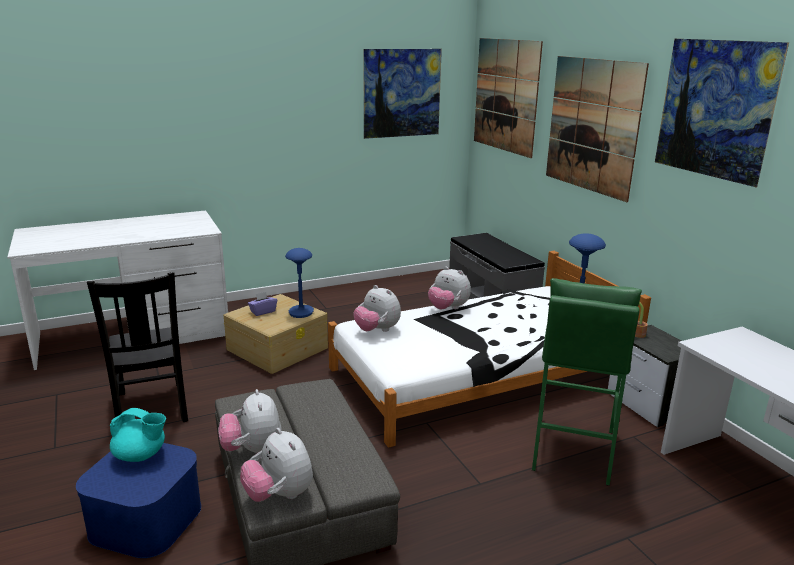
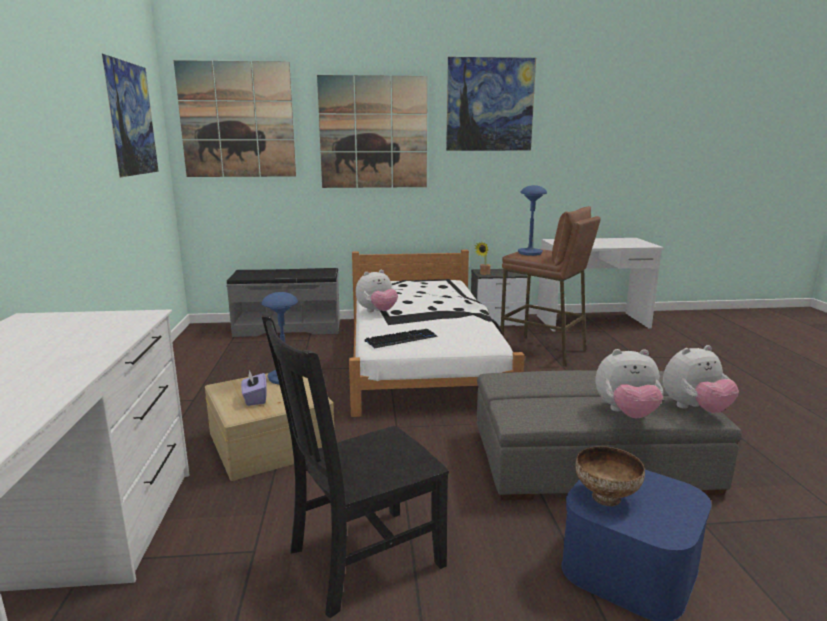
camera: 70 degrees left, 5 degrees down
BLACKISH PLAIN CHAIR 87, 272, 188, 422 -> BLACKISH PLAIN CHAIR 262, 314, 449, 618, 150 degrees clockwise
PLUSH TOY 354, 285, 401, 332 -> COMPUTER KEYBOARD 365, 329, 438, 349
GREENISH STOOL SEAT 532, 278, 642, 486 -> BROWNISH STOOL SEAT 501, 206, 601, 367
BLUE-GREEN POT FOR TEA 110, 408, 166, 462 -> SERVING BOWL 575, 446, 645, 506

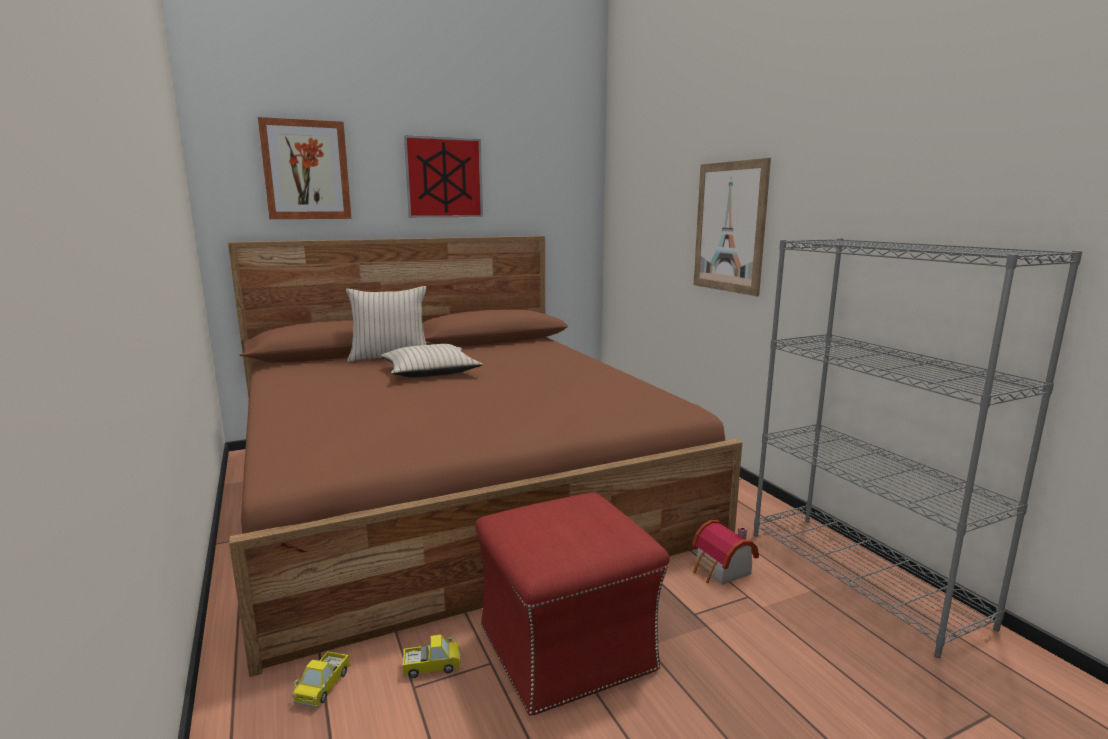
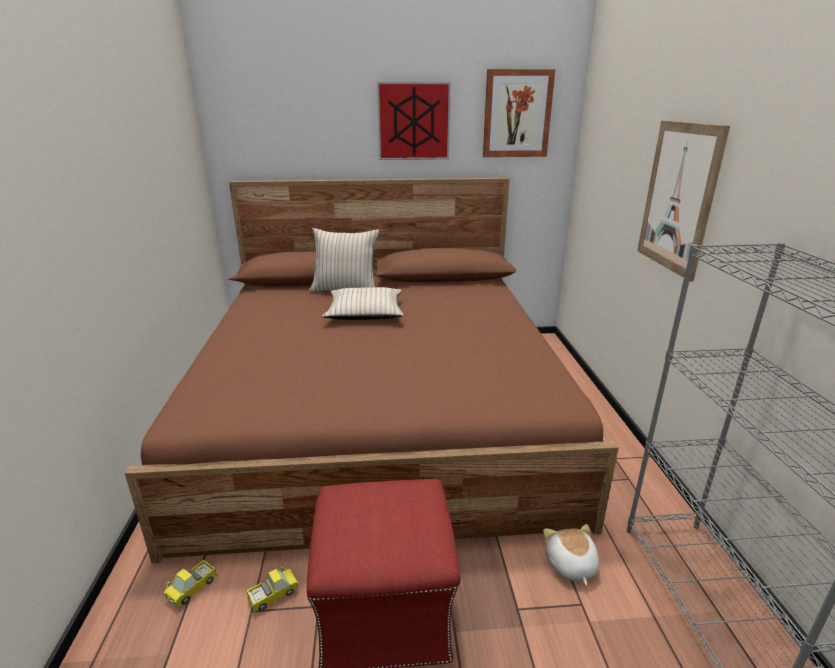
camera: 20 degrees right, 10 degrees up
TOY TRUCK 402, 635, 460, 678 -> TOY TRUCK 246, 567, 299, 612, 45 degrees counterclockwise
WALL ART 258, 117, 351, 219 -> WALL ART 483, 69, 555, 157, move
TOY HOUSE 692, 520, 759, 585 -> PLUSH TOY 543, 524, 599, 586

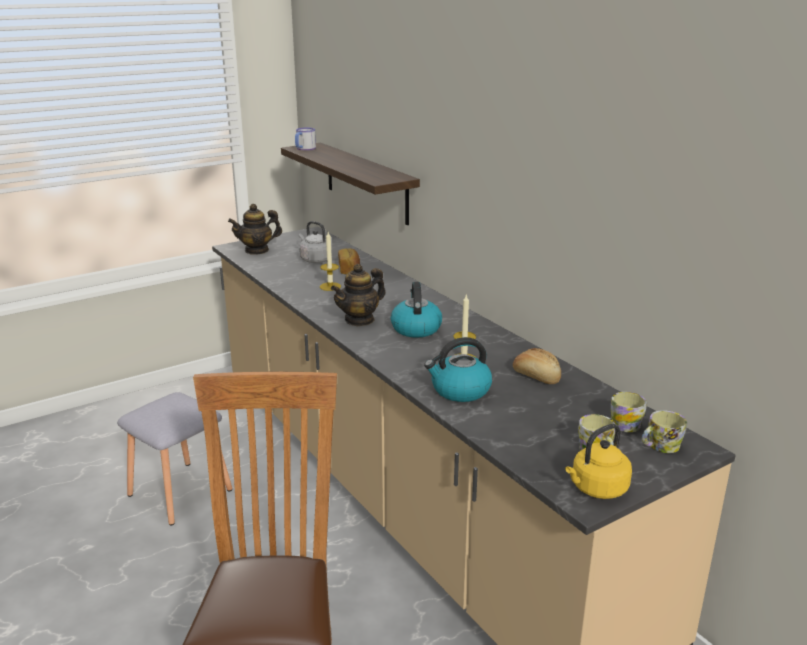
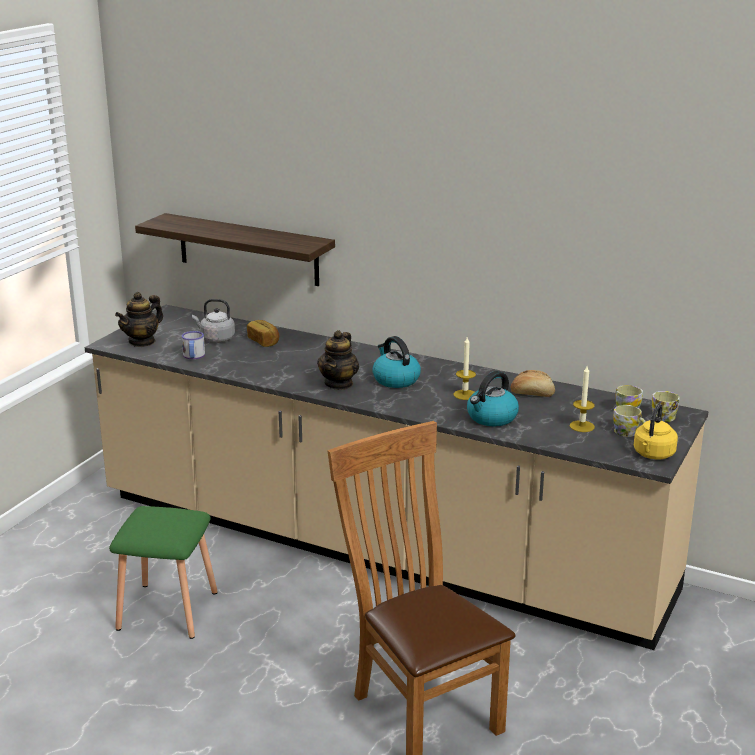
camera: 30 degrees left, 0 degrees up
GREY STOOL SEAT 117, 392, 232, 526 -> GREENISH STOOL SEAT 109, 506, 218, 639
TEA MUG 295, 128, 316, 150 -> TEA MUG 182, 331, 205, 359, move
WAX LIGHT 320, 232, 341, 291 -> WAX LIGHT 570, 366, 595, 432, move

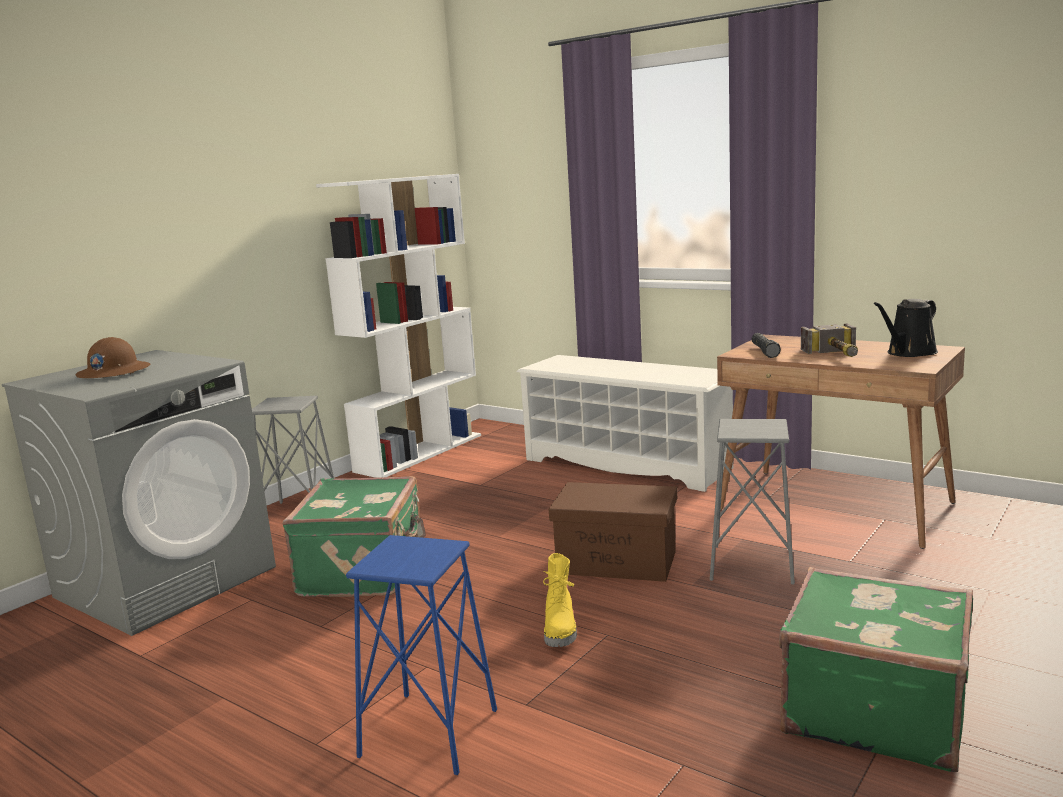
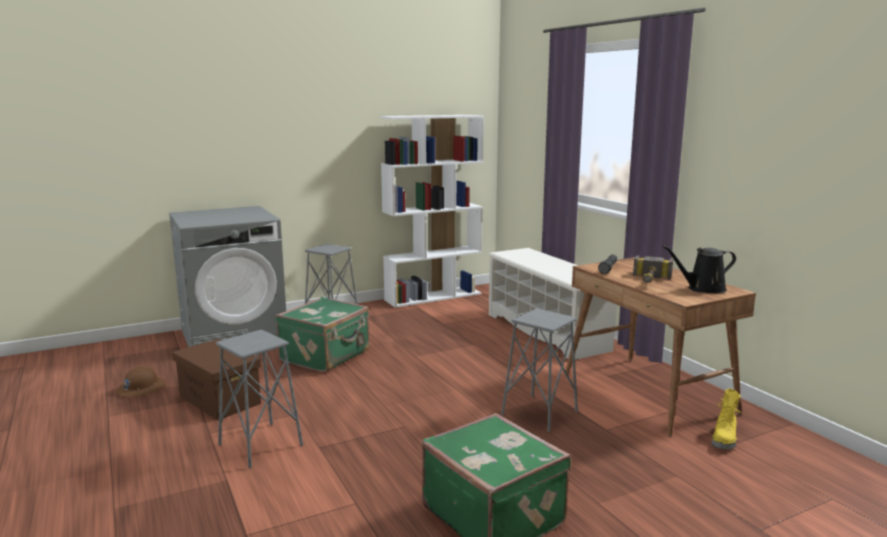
camera: 25 degrees right, 0 degrees up
BROWNISH WORK HELMET 76, 337, 150, 378 -> BROWNISH WORK HELMET 116, 366, 166, 397, move
BROWNISH STORAGE BIN 549, 482, 677, 582 -> BROWNISH STORAGE BIN 172, 339, 261, 420, move
BLUE STOOL SEAT 346, 535, 497, 775 -> GREY STOOL SEAT 216, 329, 303, 468
YELLOW BOOT 543, 553, 577, 647 -> YELLOW BOOT 712, 389, 740, 450, move

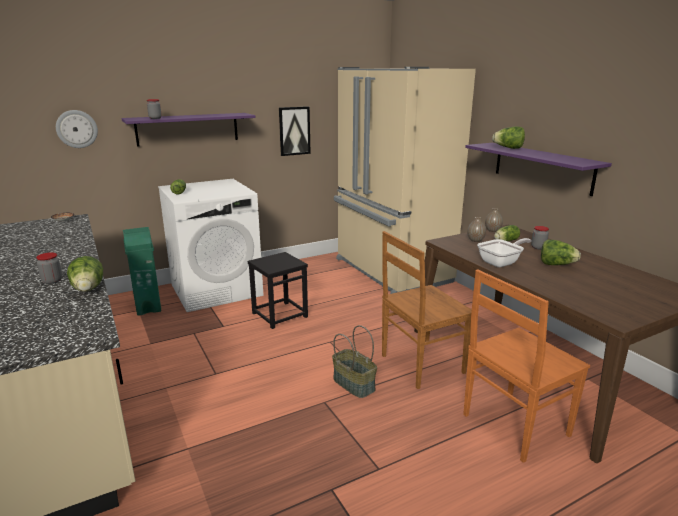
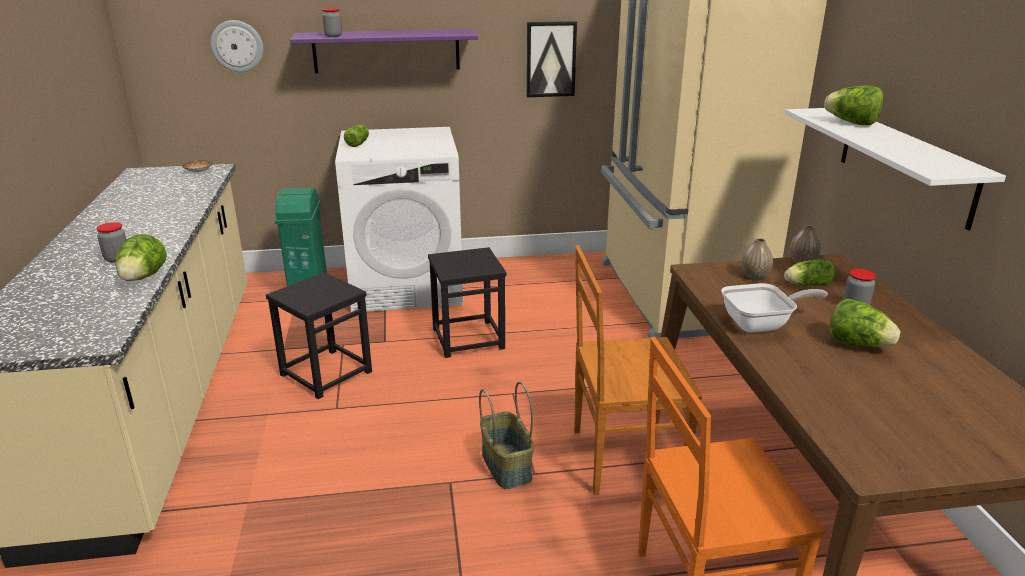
camera: 20 degrees right, 5 degrees up
none -> BLACKISH STOOL SEAT 266, 272, 372, 399
PURPLE-COLOURED SHELF 465, 143, 612, 196 -> WHITISH SHELF 785, 108, 1006, 230

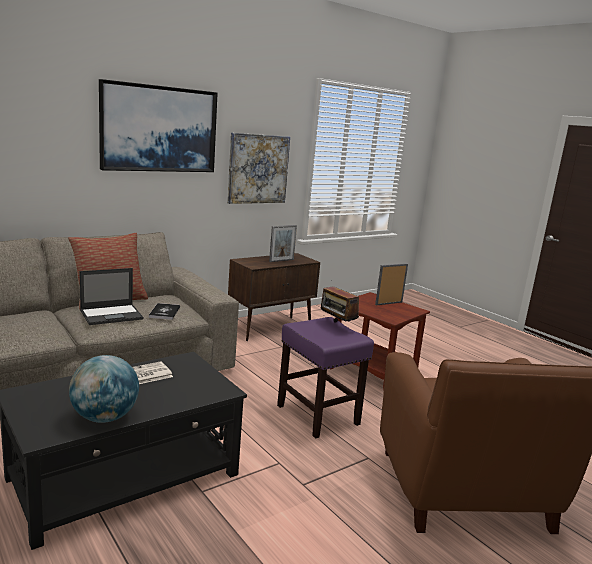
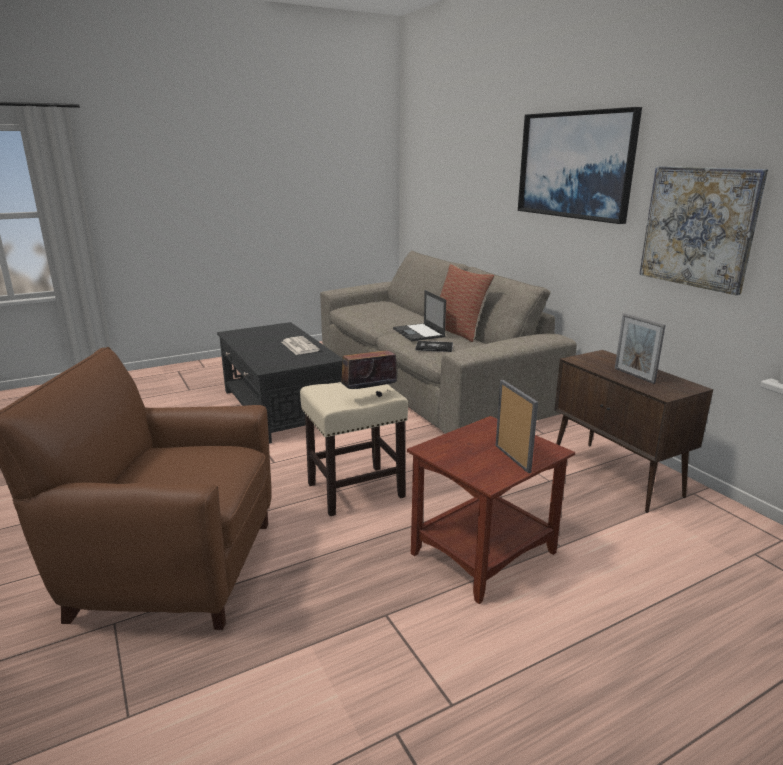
camera: 100 degrees right, 5 degrees up
PURPLE-COLOURED STOOL SEAT 277, 317, 374, 438 -> BEIGE-COLOURED STOOL SEAT 300, 382, 408, 516
DESK GLOBE 69, 355, 139, 423 -> none

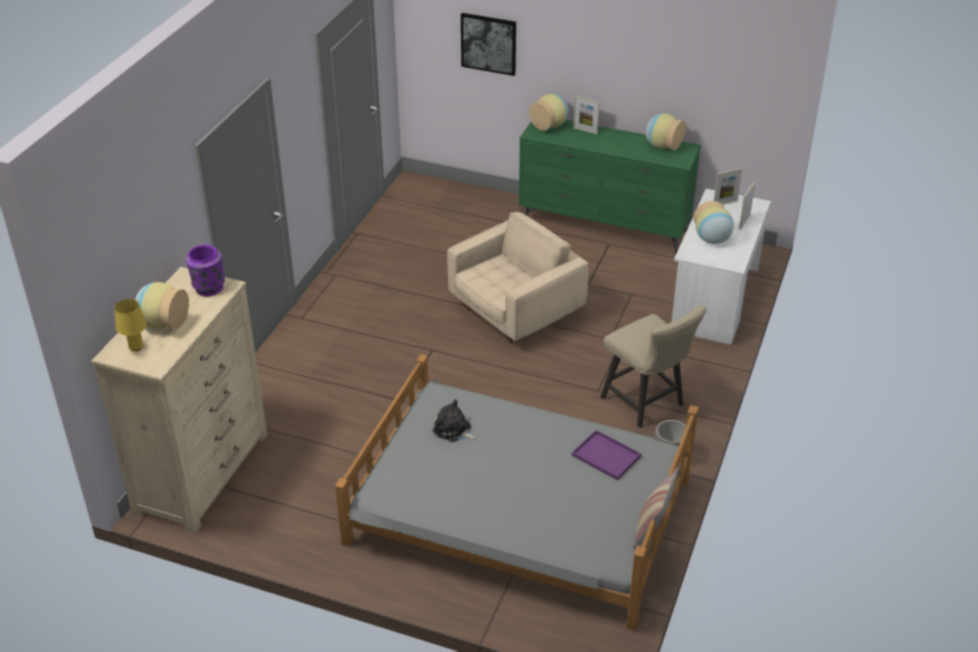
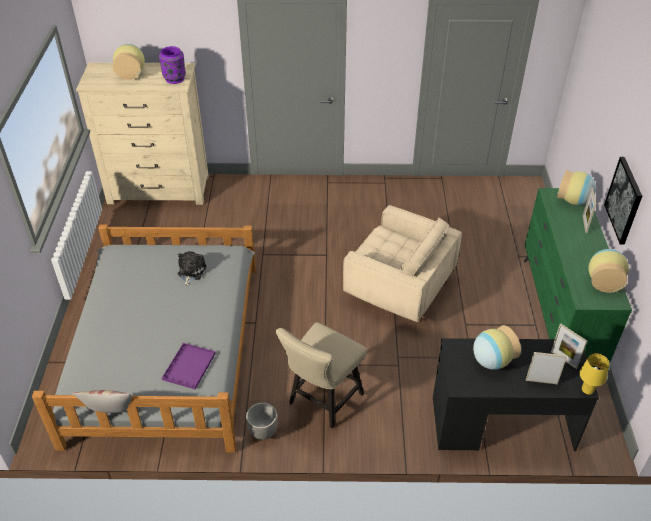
camera: 70 degrees right, 5 degrees up
WHITISH DESK 672, 189, 771, 345 -> BLACKISH DESK 433, 338, 599, 451
YELLOW TABLE LAMP 115, 299, 147, 351 -> YELLOW TABLE LAMP 579, 353, 609, 395, move
WALL ART 461, 13, 516, 76 -> WALL ART 604, 157, 642, 245, move

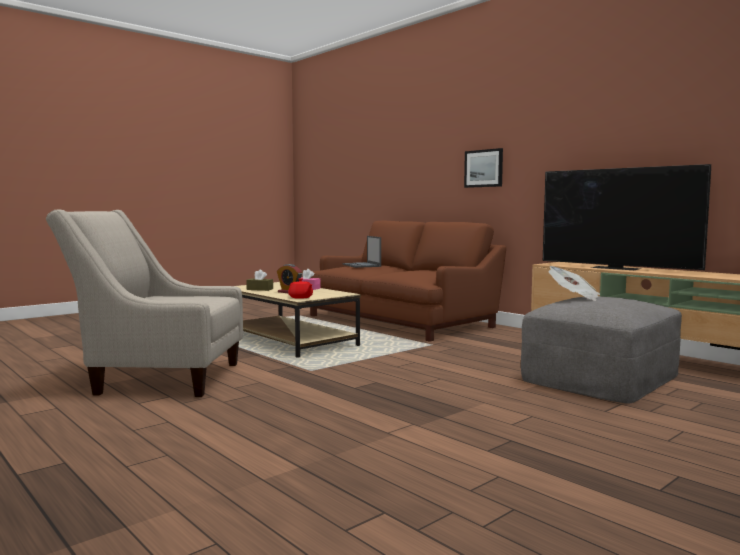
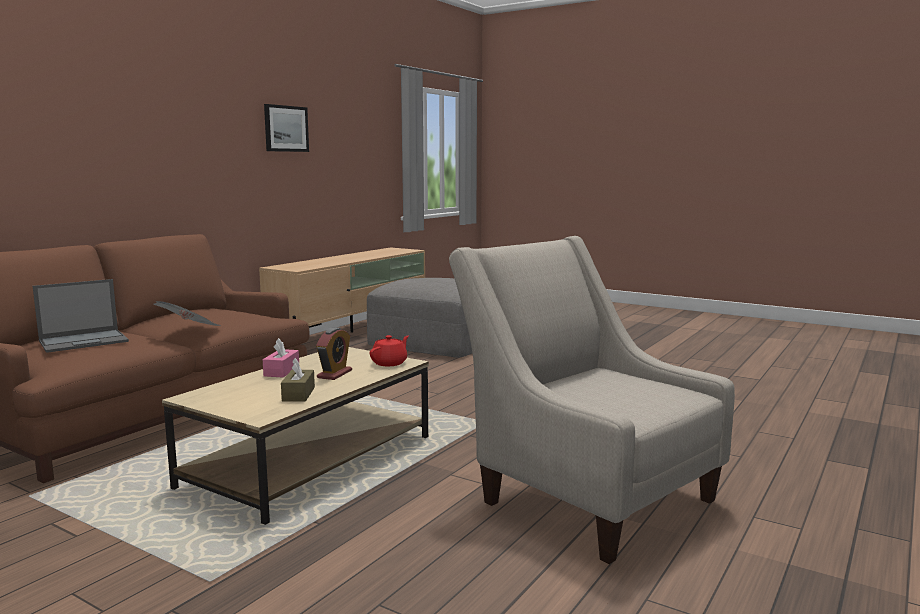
camera: 105 degrees left, 5 degrees up
DAILY PAPER 548, 266, 600, 301 -> DAILY PAPER 153, 301, 221, 326, move
WALL ART 464, 148, 503, 188 -> WALL ART 264, 104, 309, 152, move
BEIGE-COLOURED EASY CHAIR 46, 210, 243, 397 -> BEIGE-COLOURED EASY CHAIR 449, 236, 735, 564, 150 degrees clockwise
TV 543, 164, 711, 270 -> none

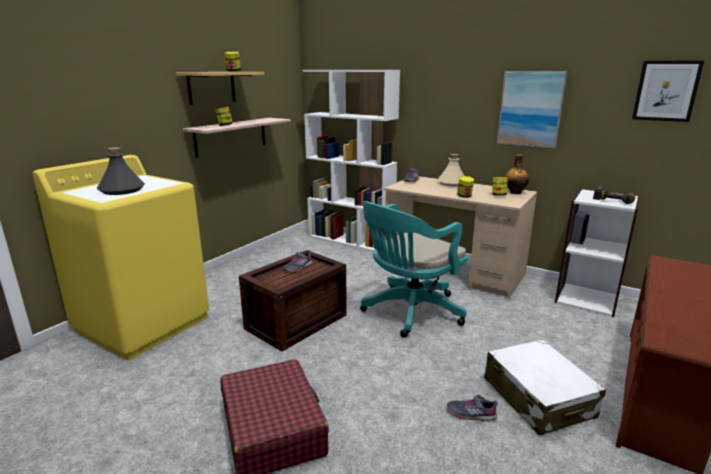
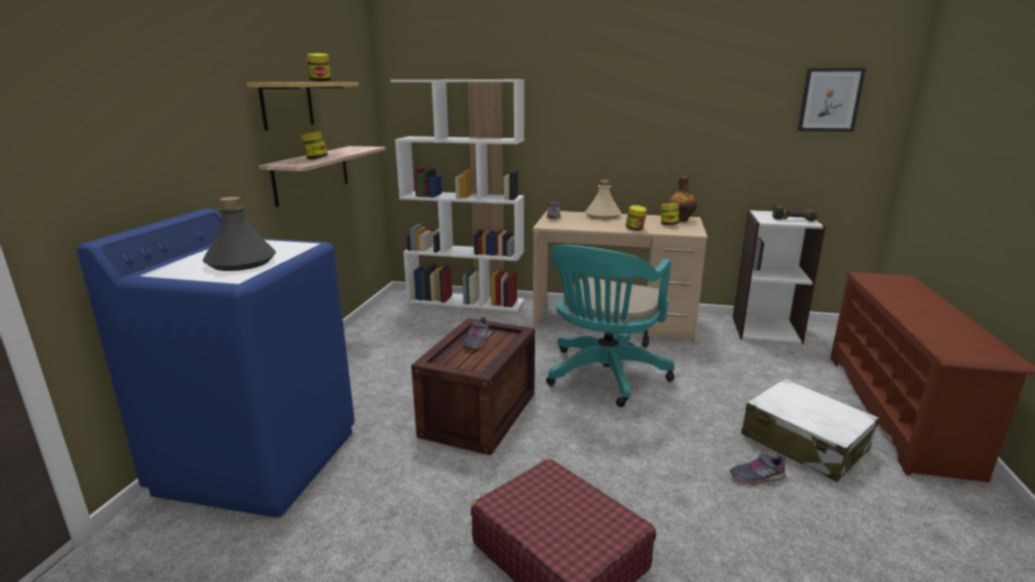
camera: 20 degrees left, 0 degrees up
YELLOW WASHING MACHINE 32, 155, 209, 360 -> BLUE WASHING MACHINE 77, 209, 355, 518
WALL ART 497, 71, 567, 148 -> none

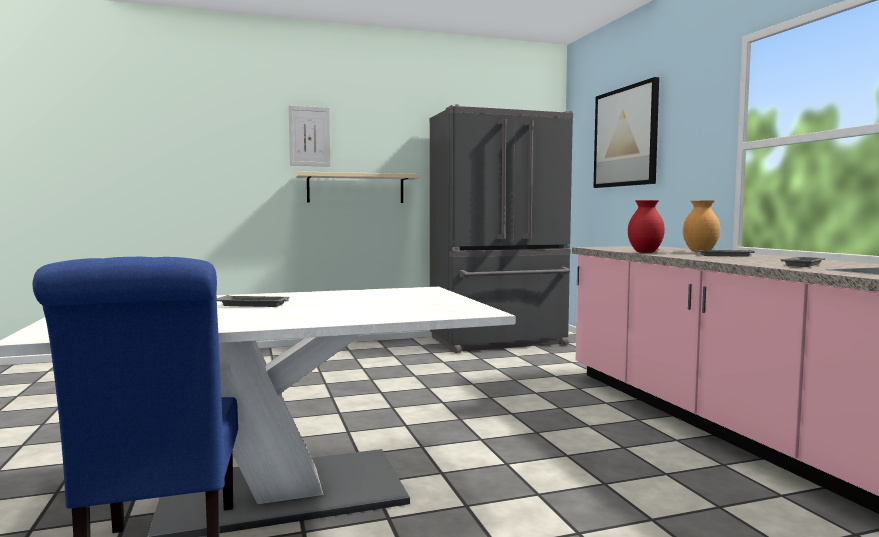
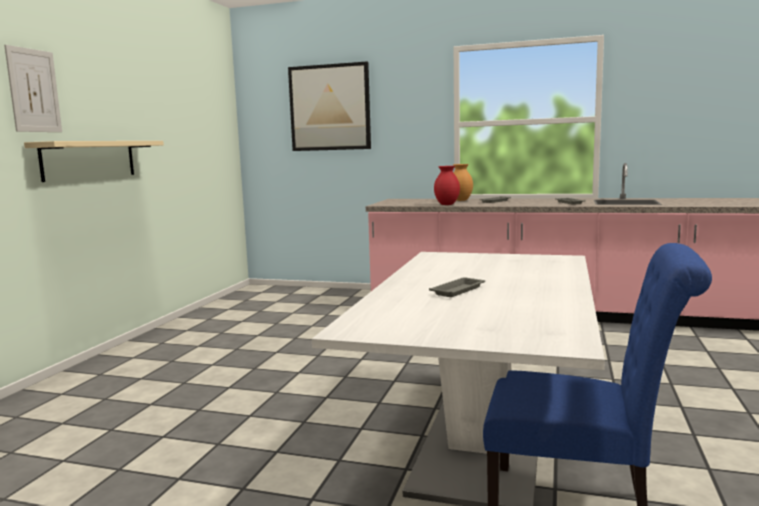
camera: 55 degrees left, 5 degrees up
GREY FRIDGE 430, 104, 573, 353 -> none

